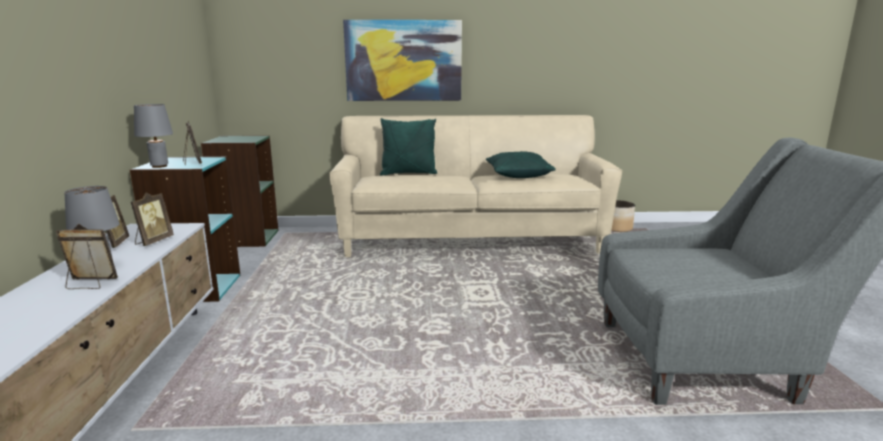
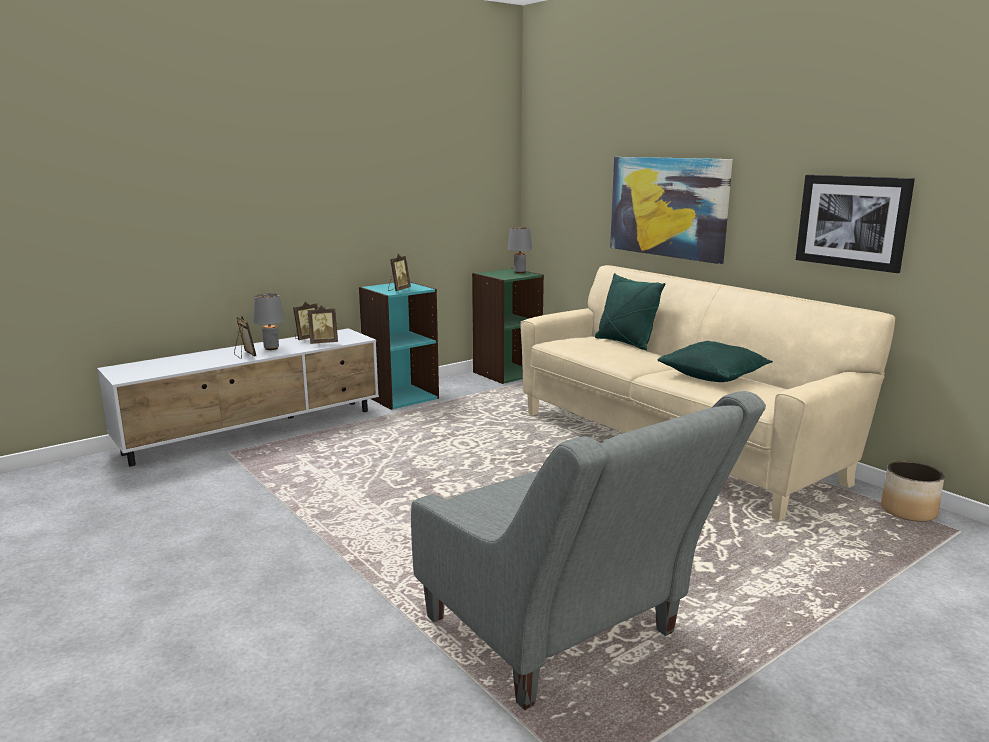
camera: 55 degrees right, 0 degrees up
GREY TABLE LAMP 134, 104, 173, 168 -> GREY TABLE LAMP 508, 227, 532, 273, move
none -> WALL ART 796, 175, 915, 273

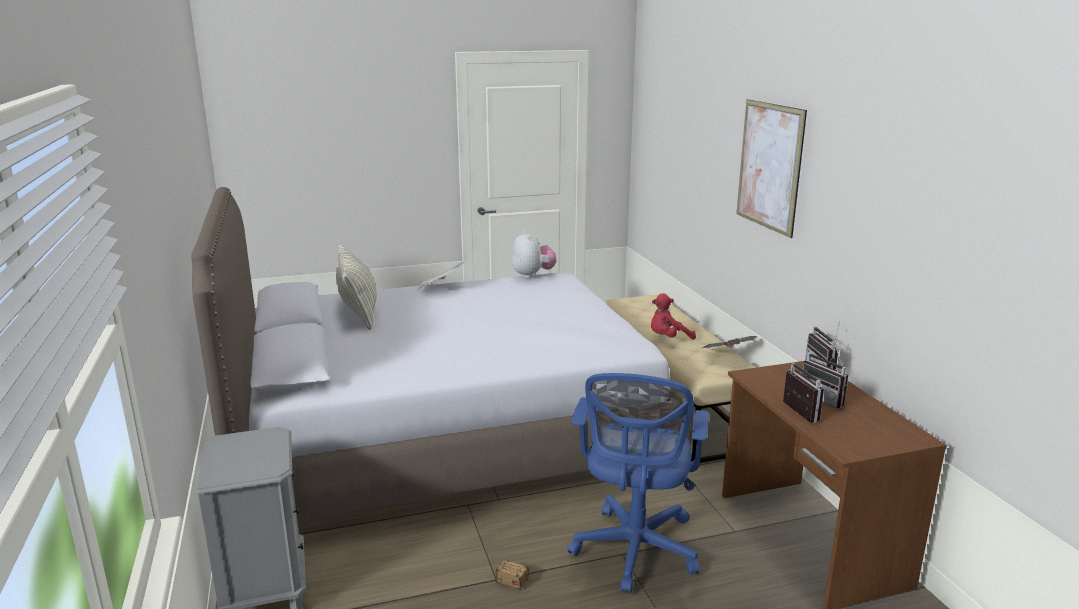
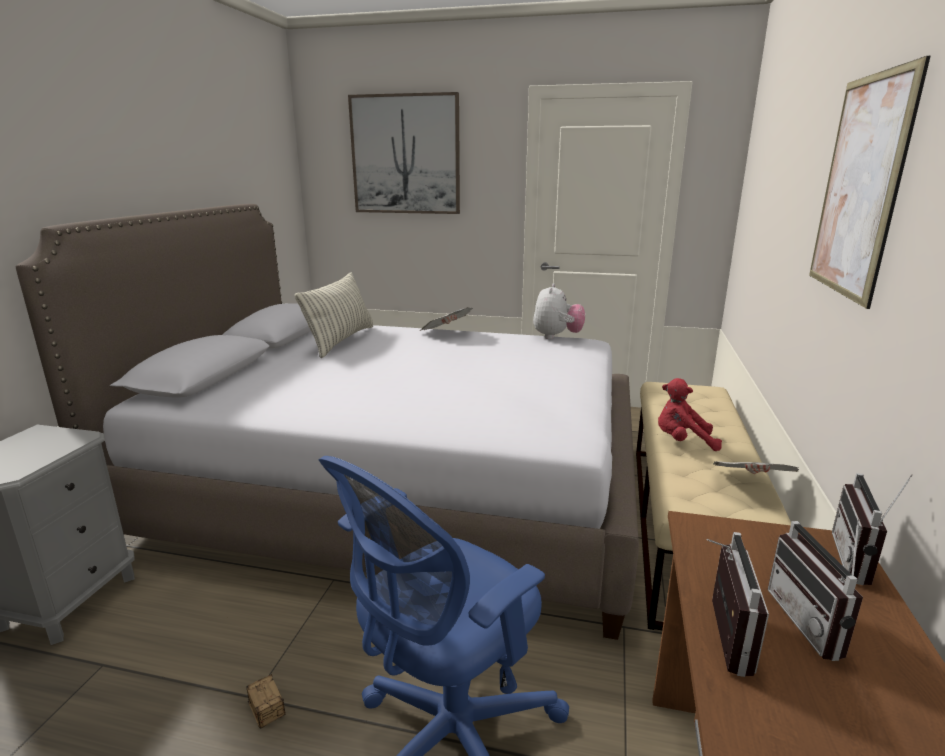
camera: 30 degrees right, 0 degrees up
none -> WALL ART 348, 92, 460, 214

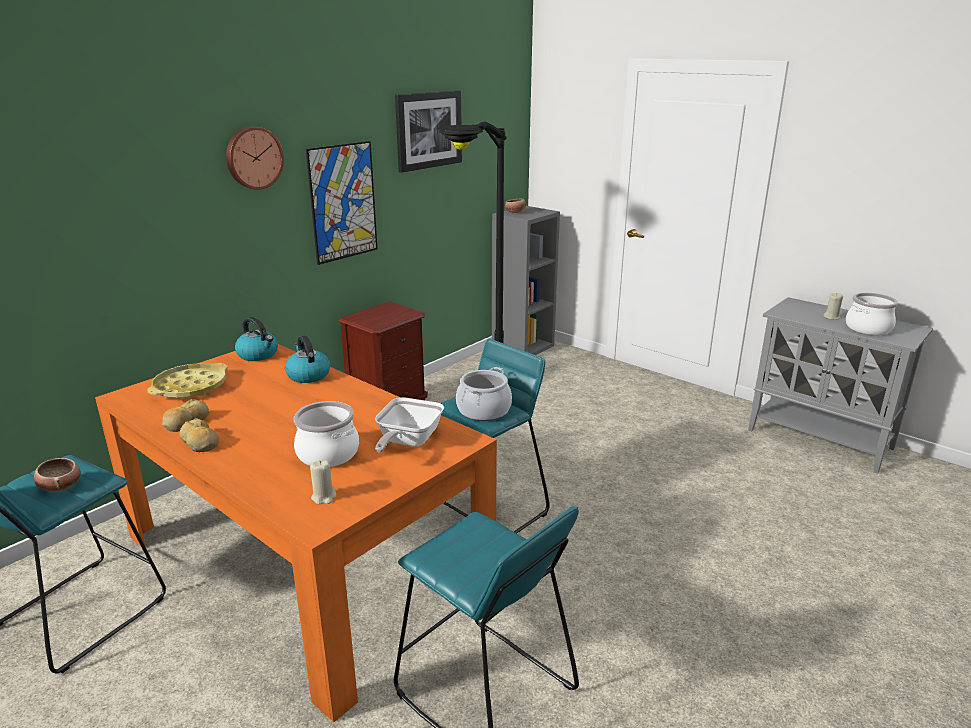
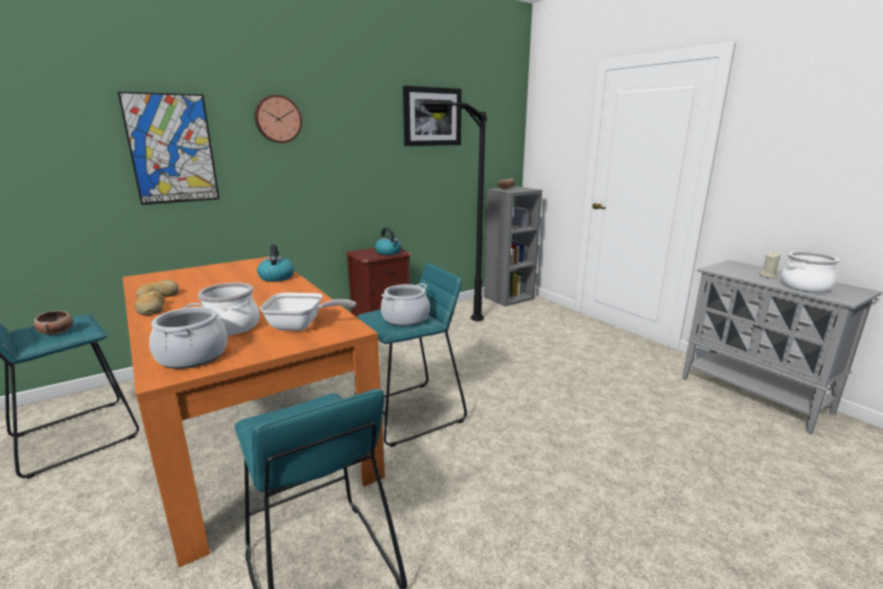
camera: 15 degrees right, 5 degrees down
WALL ART 306, 141, 378, 265 -> WALL ART 118, 92, 220, 205, move
BEIGE-COLOURED WAX LIGHT 310, 460, 336, 504 -> COOKING POT 149, 303, 227, 369
FRYING PAN 375, 397, 444, 453 -> FRYING PAN 260, 293, 356, 331, 120 degrees counterclockwise
WATER KETTLE 235, 317, 278, 361 -> WATER KETTLE 375, 228, 401, 255, move
YELLOW TRAY 147, 363, 228, 399 -> none

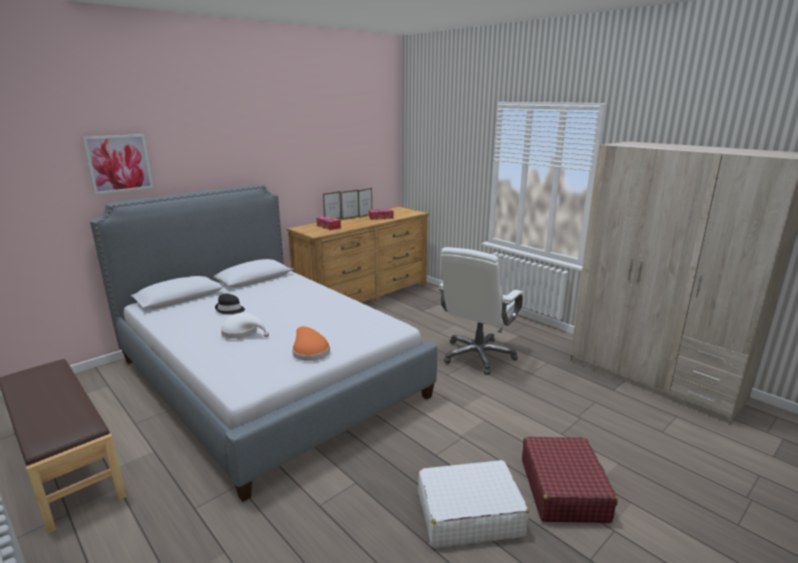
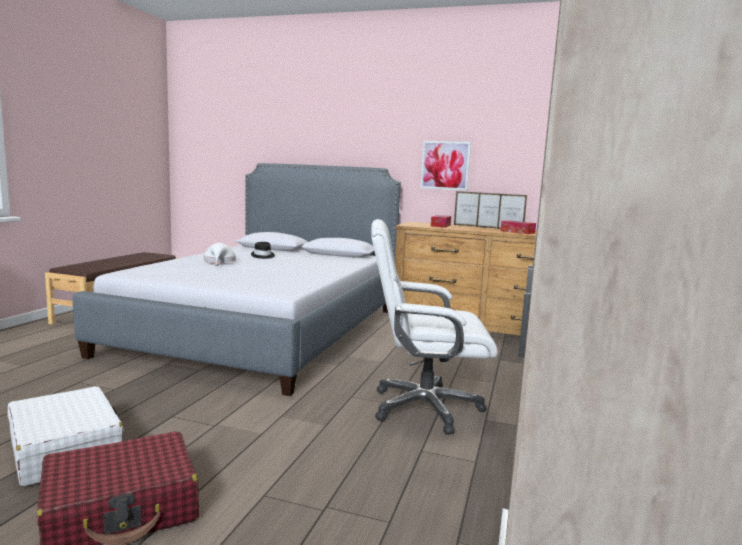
camera: 60 degrees right, 10 degrees down
WALL ART 82, 134, 153, 195 -> WALL ART 420, 141, 471, 191, move
ORANGE-COLOURED HAT 292, 326, 330, 361 -> none

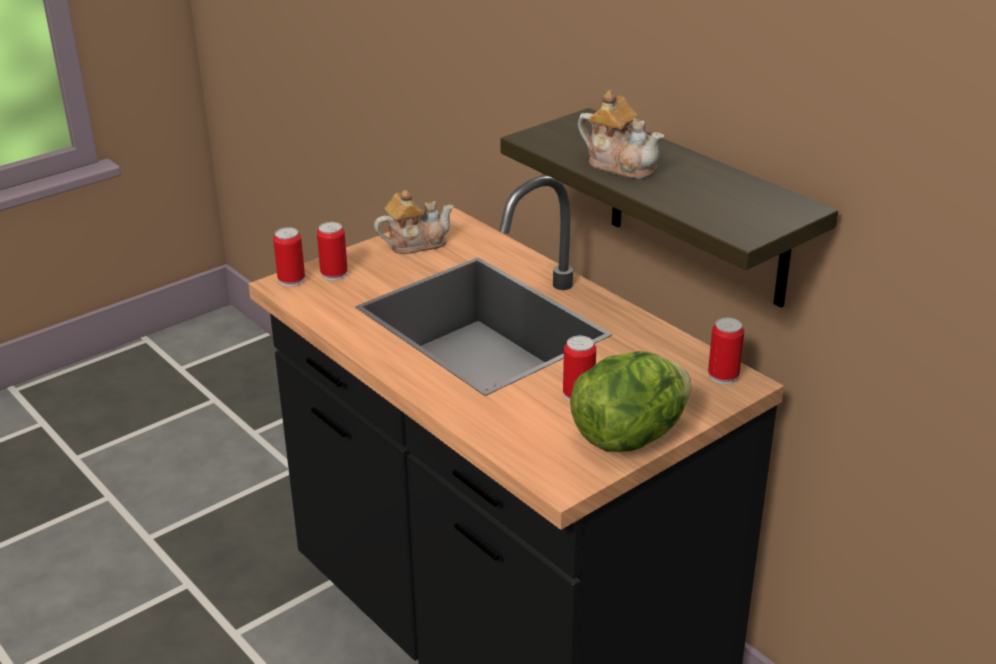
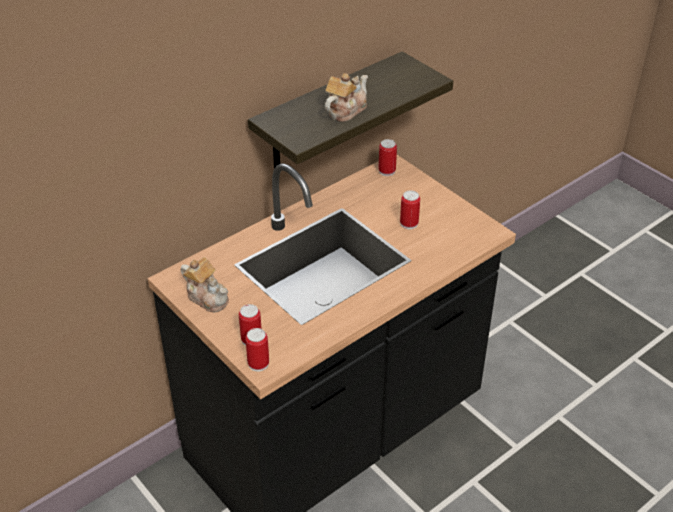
camera: 90 degrees left, 10 degrees up
POT FOR TEA 374, 190, 454, 254 -> POT FOR TEA 181, 257, 229, 312, 150 degrees clockwise
LETTUCE 570, 351, 691, 452 -> none

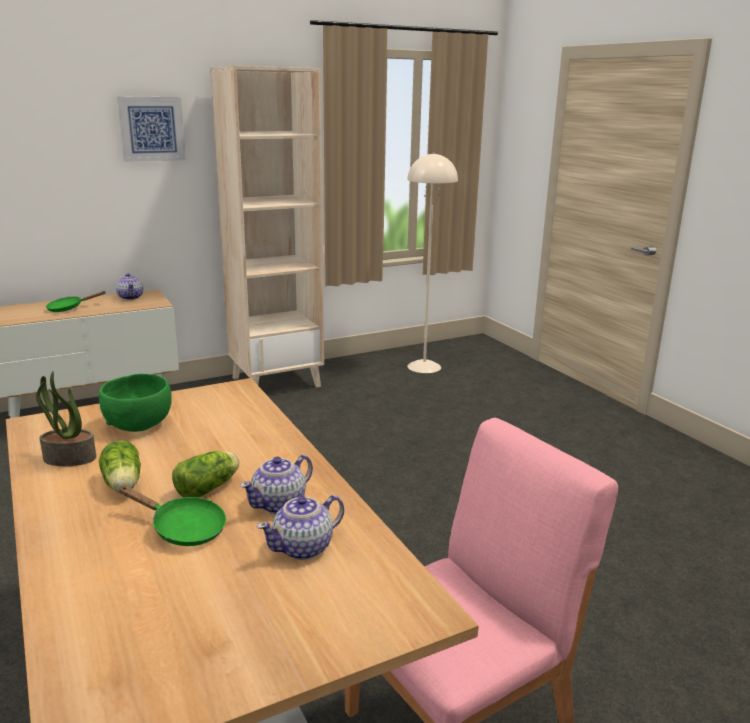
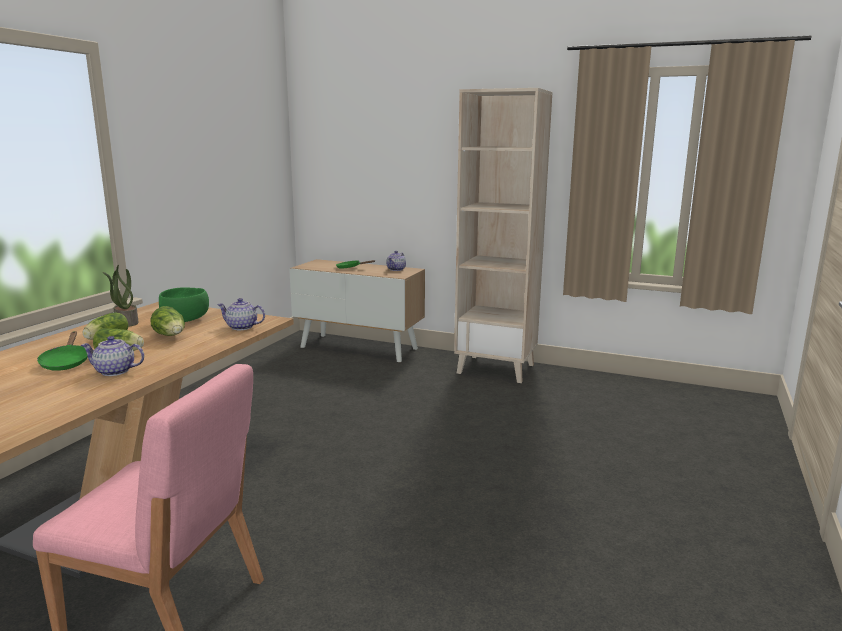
camera: 50 degrees right, 5 degrees down
none -> LETTUCE 151, 306, 185, 336
POT FOR TEA 257, 495, 344, 560 -> POT FOR TEA 217, 298, 265, 330, move
WALL ART 117, 96, 186, 162 -> none
BEIGE-COLOURED STANDING LAMP 407, 152, 458, 373 -> none

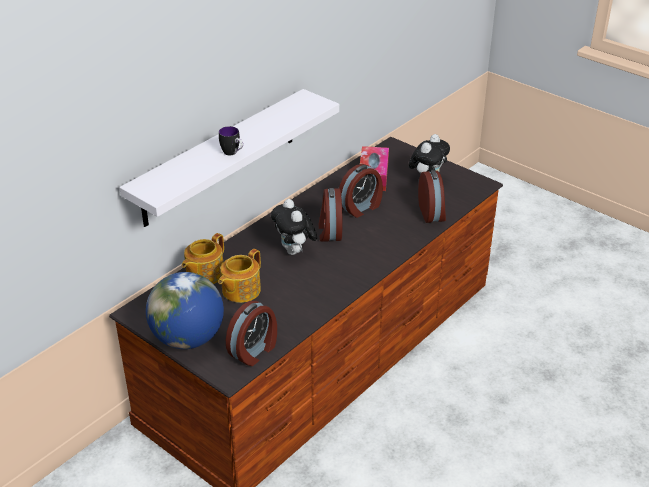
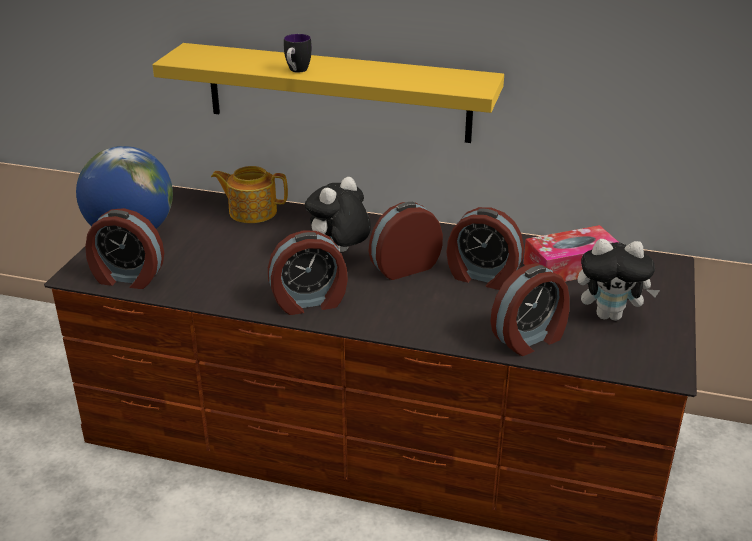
camera: 65 degrees right, 5 degrees down
WHITISH SHELF 119, 89, 339, 227 -> YELLOW SHELF 152, 43, 504, 143
none -> BEDSIDE CLOCK 268, 230, 348, 315
POT FOR TEA 218, 249, 261, 303 -> none

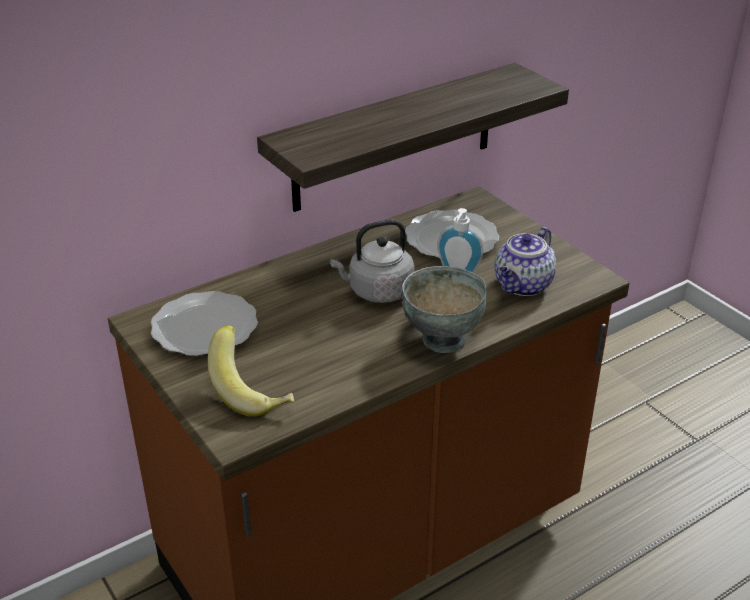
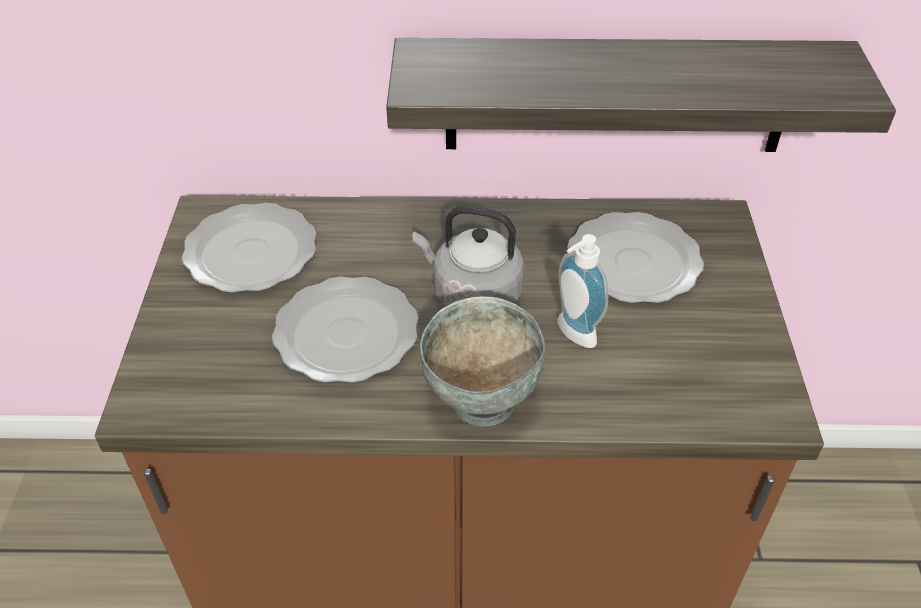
camera: 35 degrees right, 10 degrees up
none -> DINNER PLATE 272, 277, 418, 383
WHOLE BANANA 208, 325, 294, 417 -> none
POT FOR TEA 494, 227, 556, 296 -> none

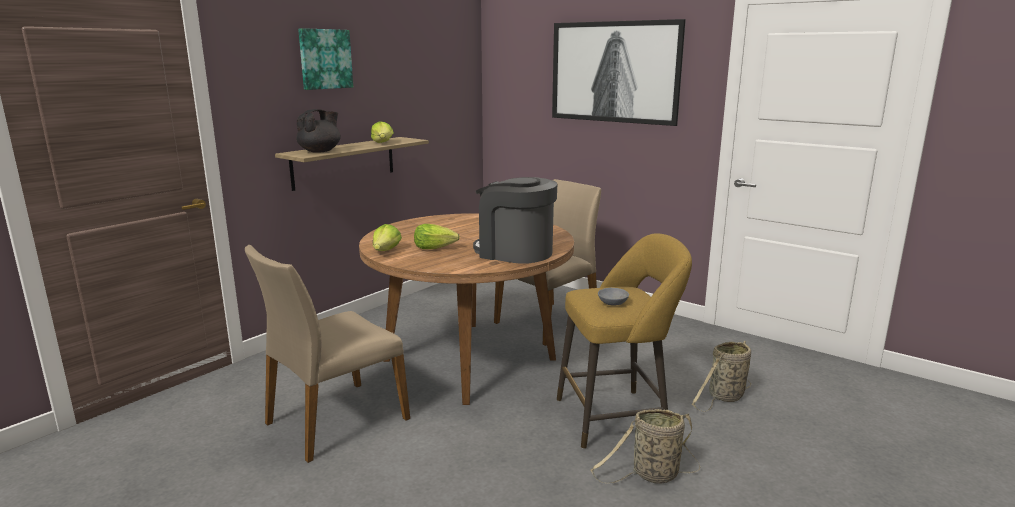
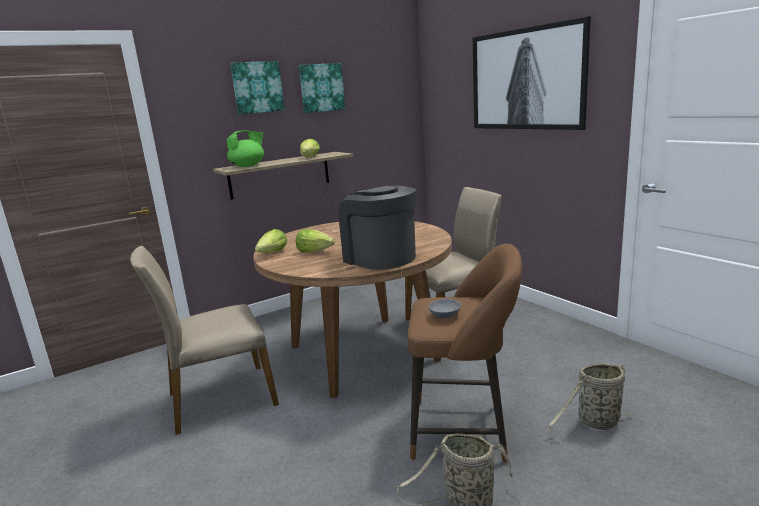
camera: 20 degrees right, 0 degrees up
BLACKISH POT FOR TEA 296, 109, 341, 153 -> GREENISH POT FOR TEA 227, 130, 264, 167
none -> WALL ART 299, 63, 345, 113
YELLOW STOOL SEAT 557, 233, 692, 449 -> BROWNISH STOOL SEAT 408, 244, 522, 463

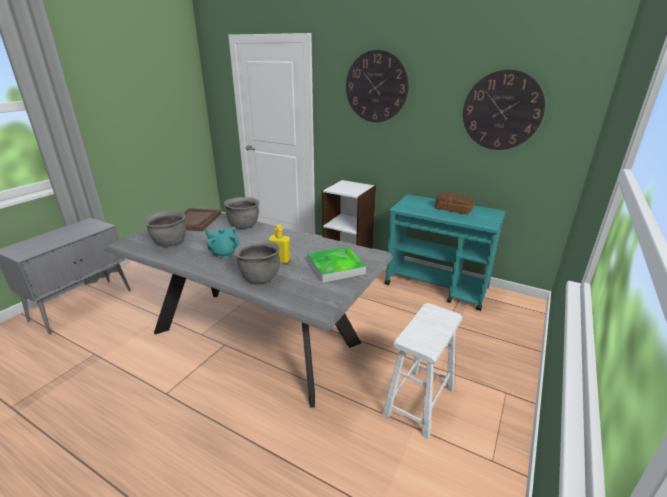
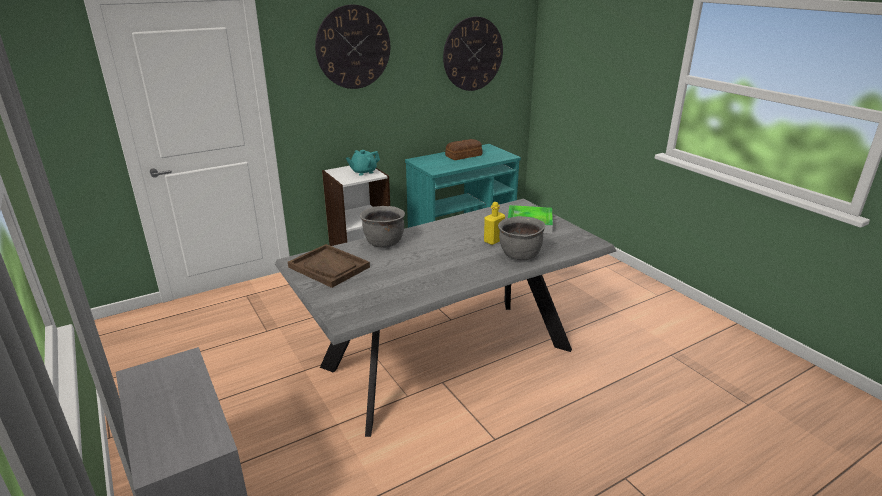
camera: 60 degrees left, 0 degrees up
BLUE-GREEN POT FOR TEA 205, 227, 240, 259 -> BLUE-GREEN POT FOR TEA 346, 150, 380, 176, move
GREY COOKING POT 144, 210, 186, 246 -> none
WHITISH STOOL SEAT 382, 303, 462, 439 -> none

